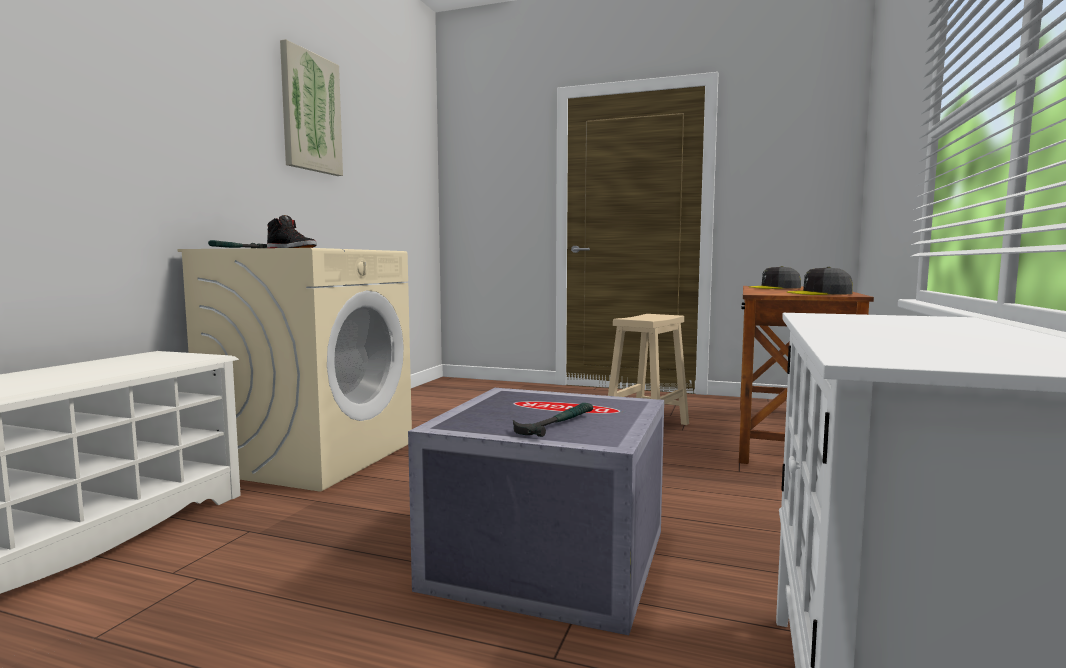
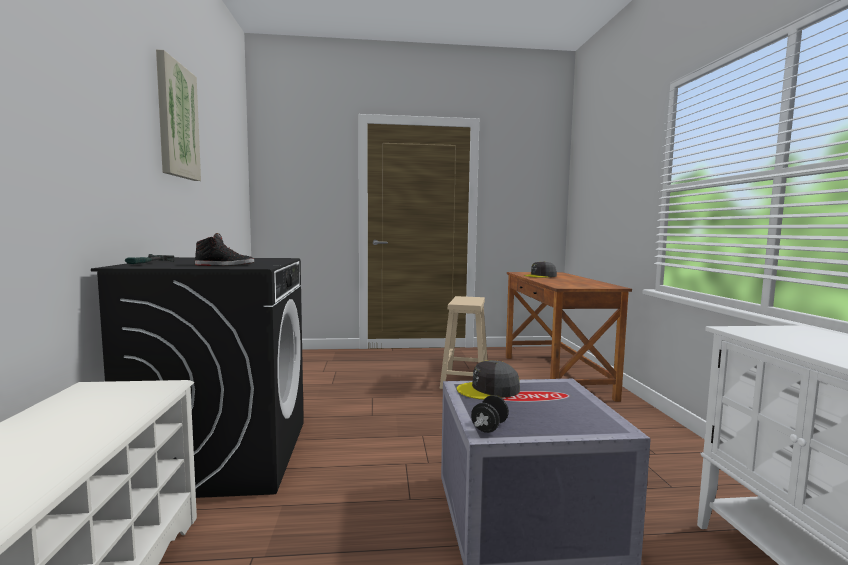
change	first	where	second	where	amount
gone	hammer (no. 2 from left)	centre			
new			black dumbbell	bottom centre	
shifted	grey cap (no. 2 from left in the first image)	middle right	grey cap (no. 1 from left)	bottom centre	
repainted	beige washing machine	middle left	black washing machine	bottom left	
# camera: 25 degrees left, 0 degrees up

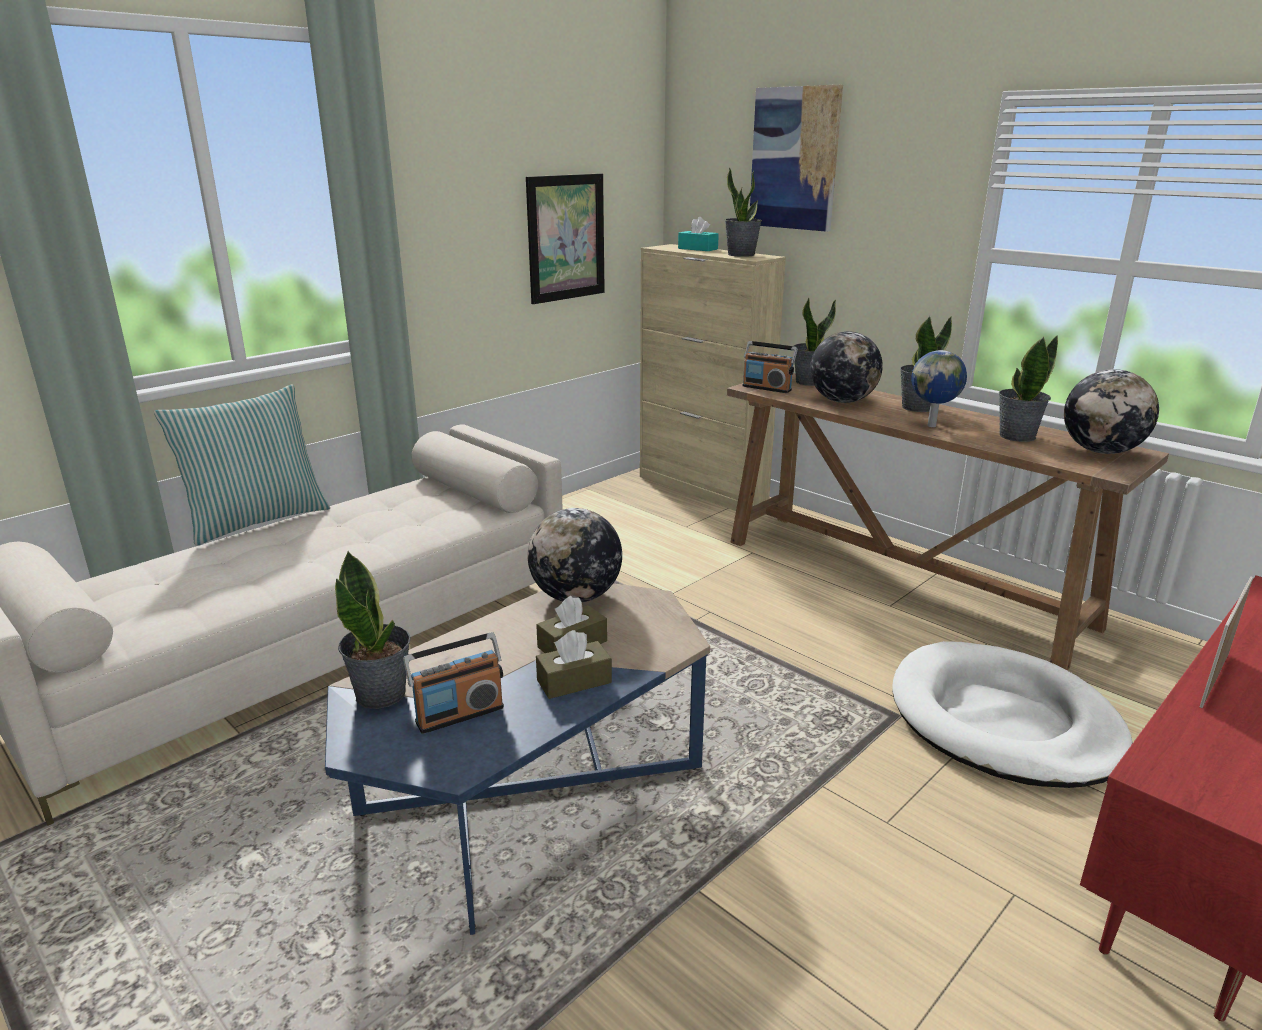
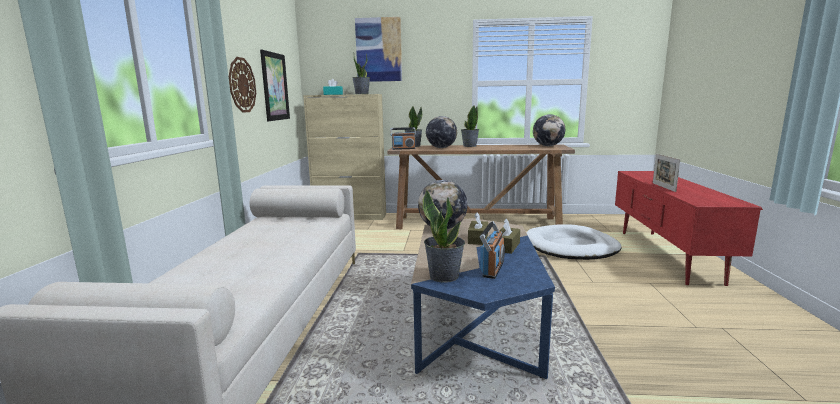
change	first	where	second	where	amount
gone	pillow	middle left			
gone	globe (no. 3 from left)	middle right			
gone	potted plant (no. 5 from left)	middle right			
new			wall clock	top left	
# camera: 40 degrees left, 10 degrees down

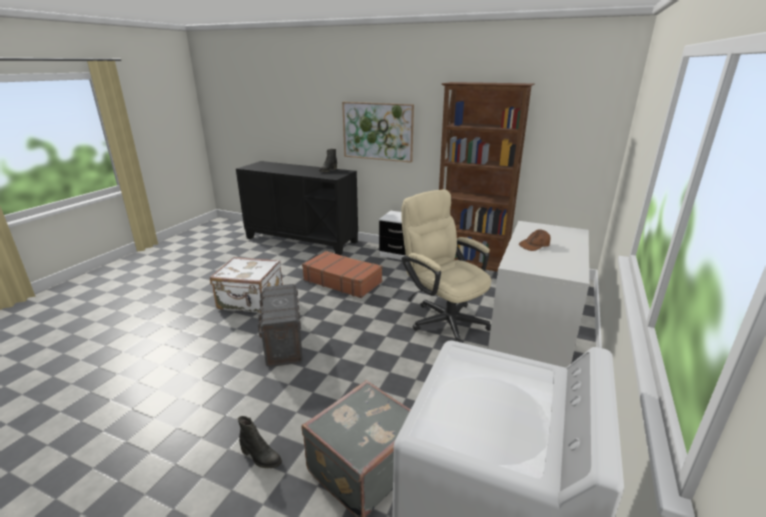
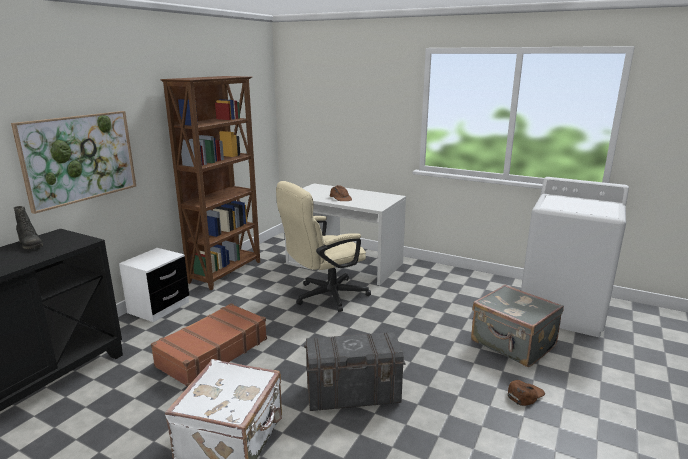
change	first	where	second	where	amount
swapped	black boot (no. 1 from left)	bottom centre	brown cap (no. 2 from left)	bottom right	
# camera: 85 degrees left, 5 degrees down

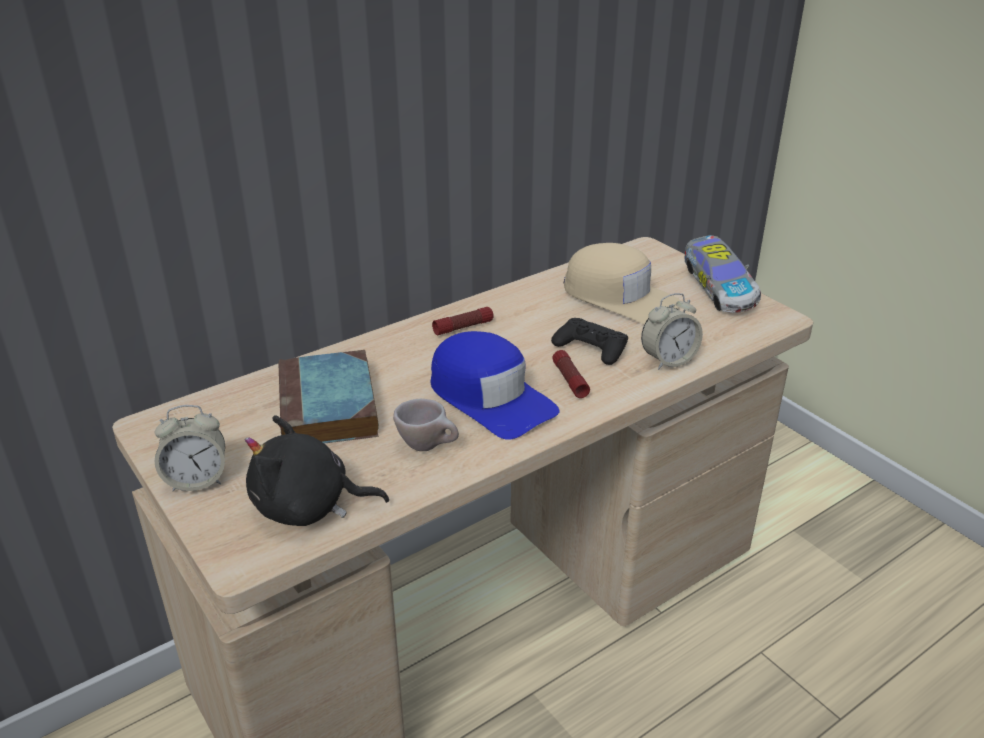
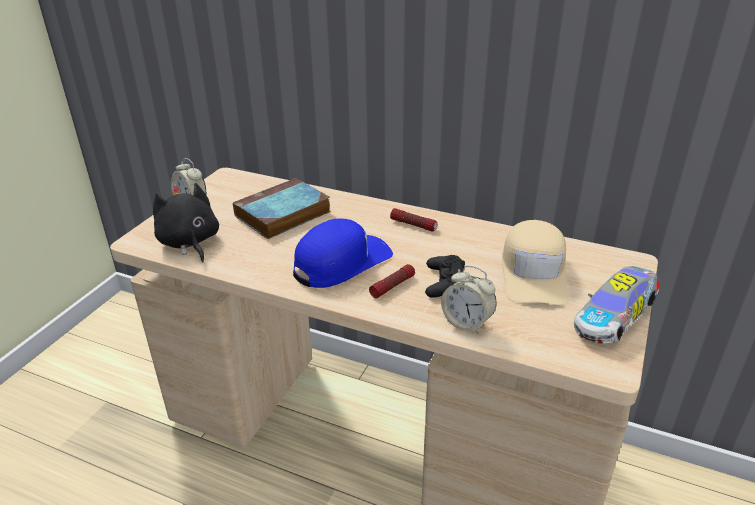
change	first	where	second	where	amount
gone	beige cup	centre			
rotated	blue cap	centre		centre	150 degrees counterclockwise
# camera: 60 degrees right, 0 degrees up

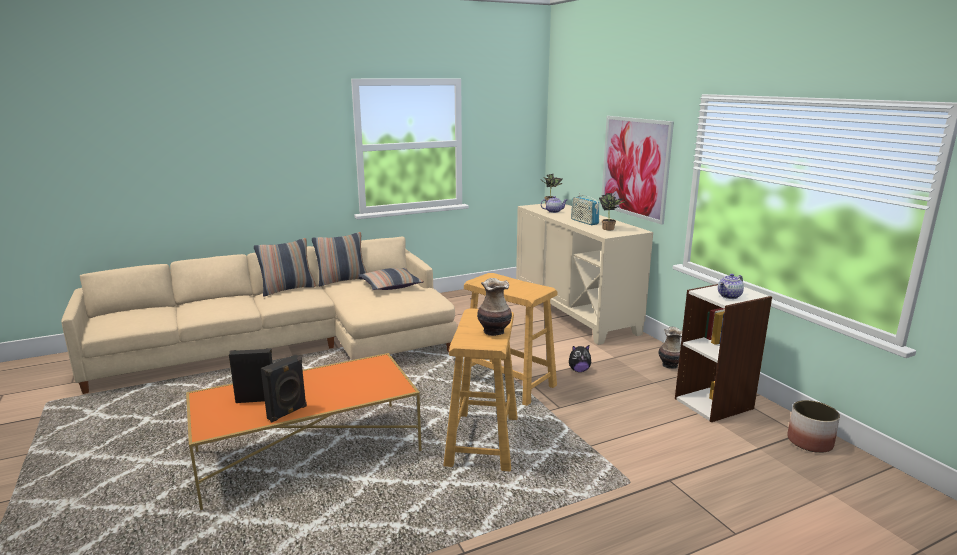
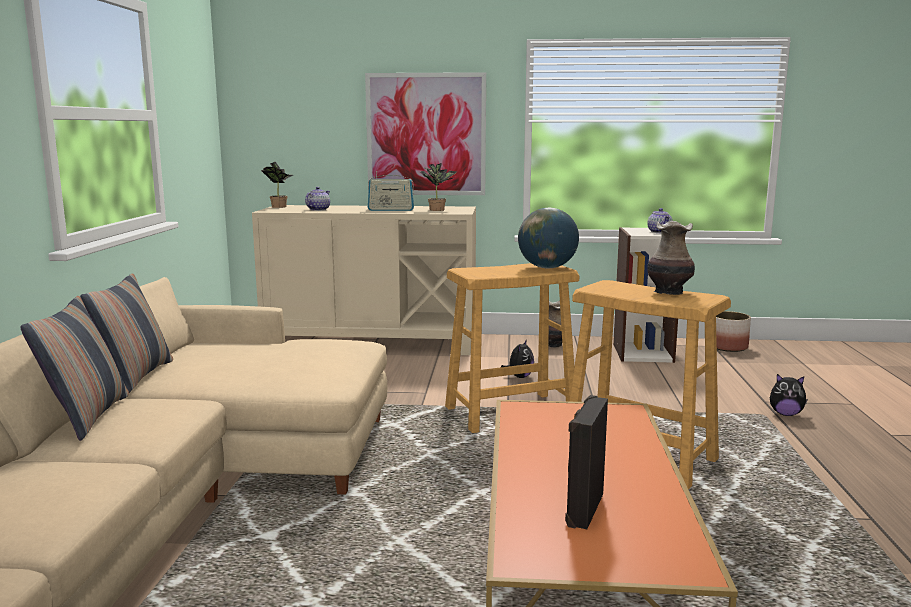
change	first	where	second	where	amount
gone	black speaker (no. 2 from left)	bottom left			
gone	pillow (no. 3 from left)	centre			
new			globe	centre	
new			plush toy (no. 2 from left)	middle right	
# camera: 60 degrees left, 5 degrees down

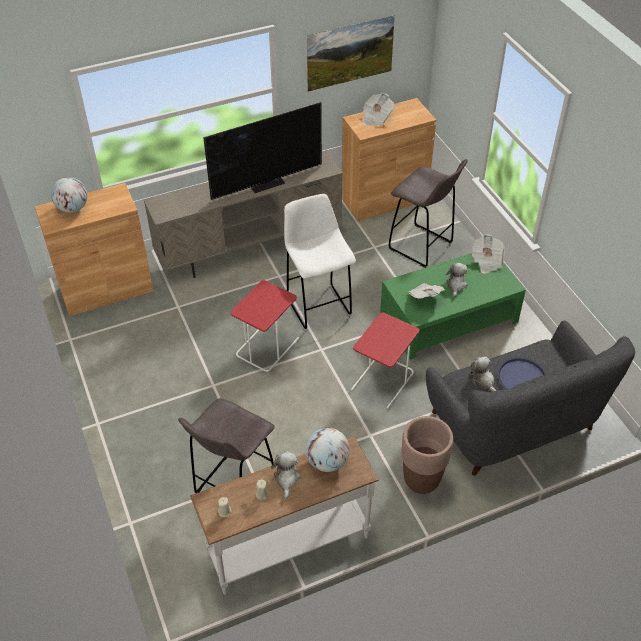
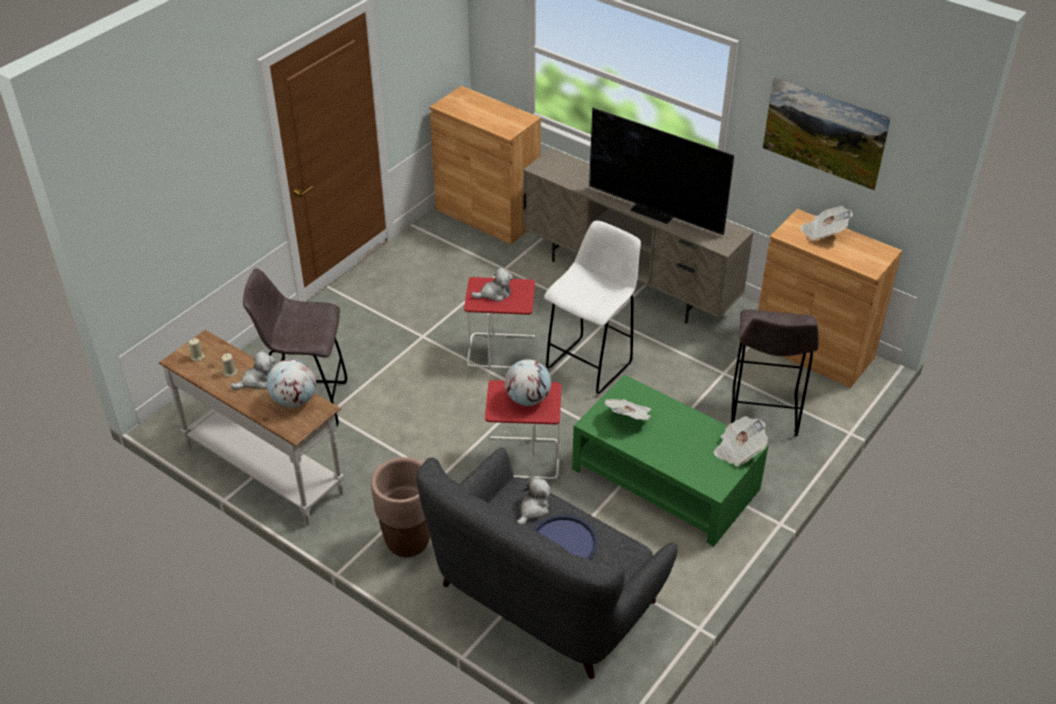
change	first	where	second	where	amount
shifted	globe (no. 1 from left in the first image)	top left	globe (no. 2 from left)	centre	
shifted	plush toy (no. 2 from left)	middle right		centre	
# camera: 60 degrees right, 5 degrees down

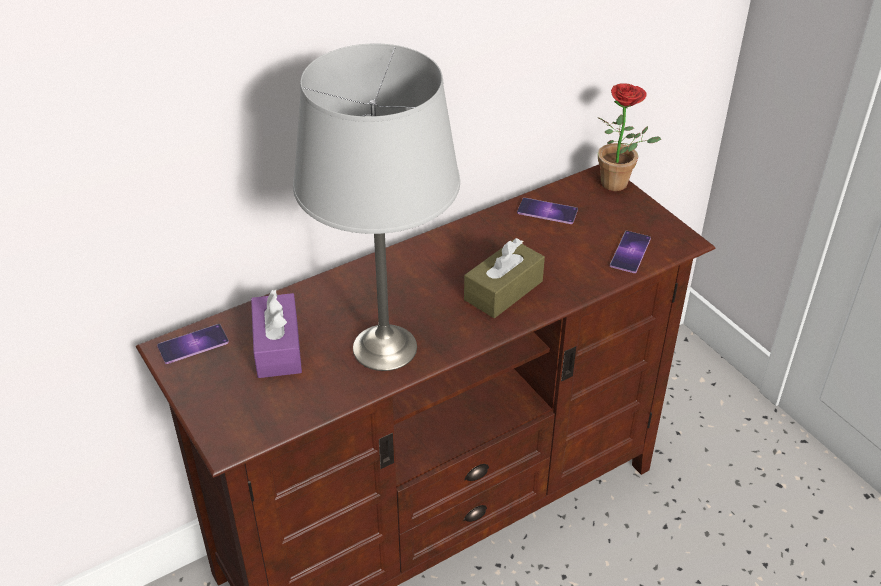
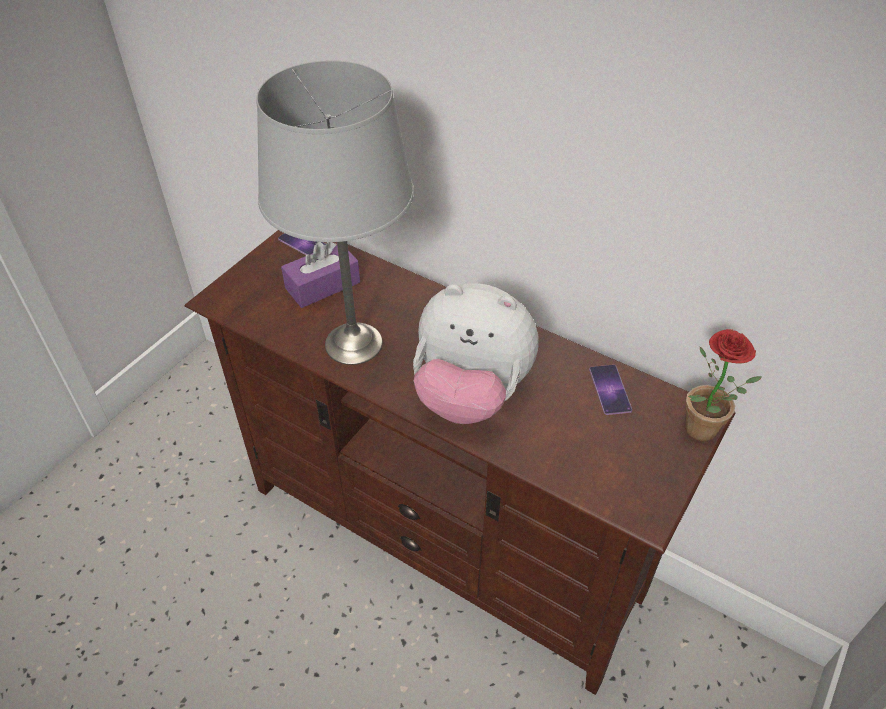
change	first	where	second	where	amount
gone	phone (no. 3 from left)	middle right			
swapped	brown tissue box	centre	plush toy	centre	
# camera: 65 degrees right, 5 degrees up

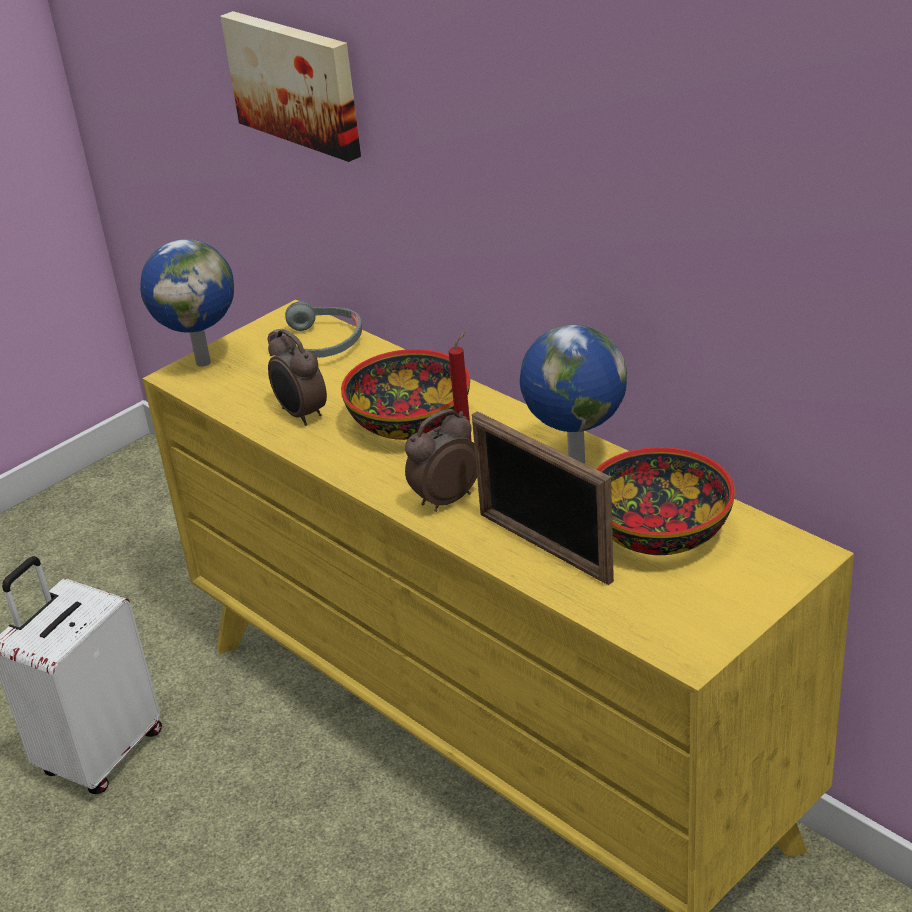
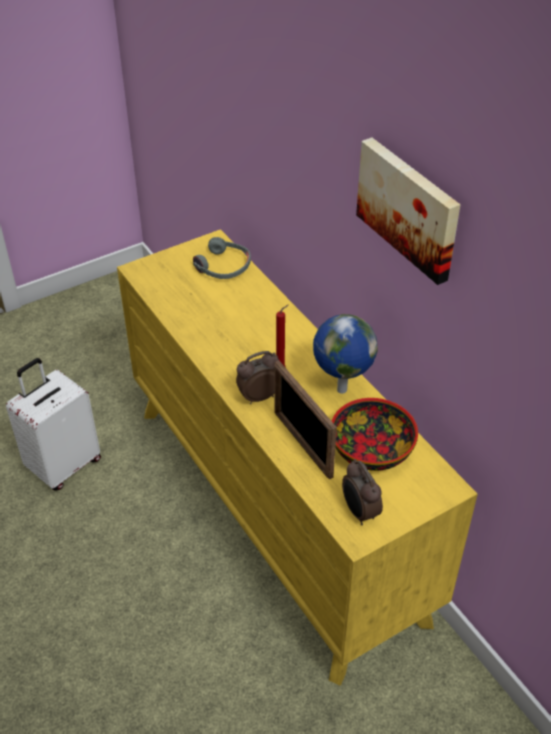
change	first	where	second	where	amount
gone	globe (no. 1 from left)	top left			
gone	bowl (no. 1 from left)	centre			
shifted	picture	top left		top right	
shifted	alarm clock (no. 1 from left in the first image)	middle left	alarm clock (no. 2 from left)	bottom centre	
# camera: 10 degrees right, 10 degrees up

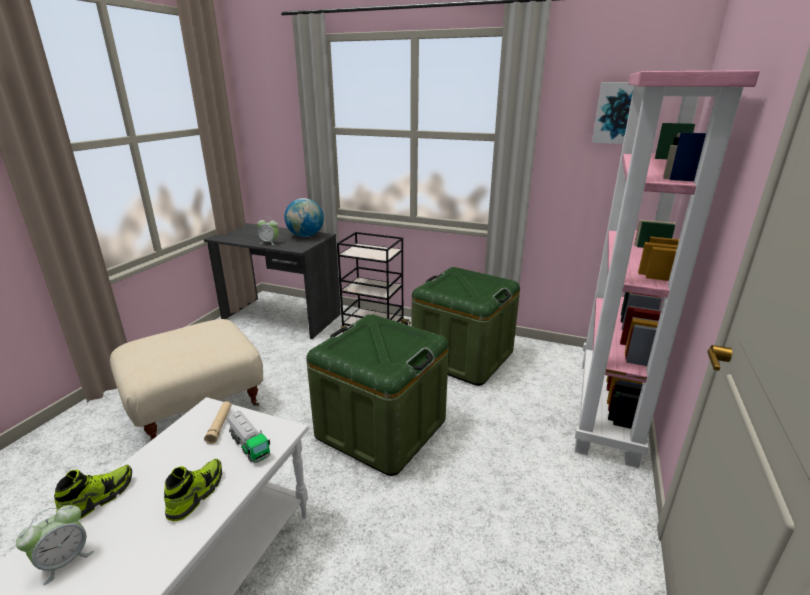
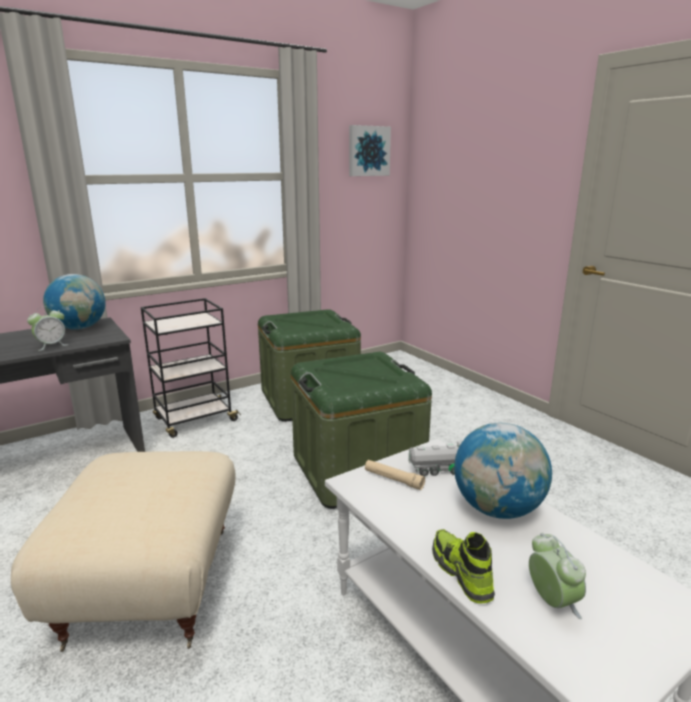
change	first	where	second	where	amount
gone	pink bookcase	middle right			
swapped	shoe (no. 2 from left)	bottom left	globe (no. 2 from left)	bottom right	
# camera: 55 degrees left, 5 degrees down

